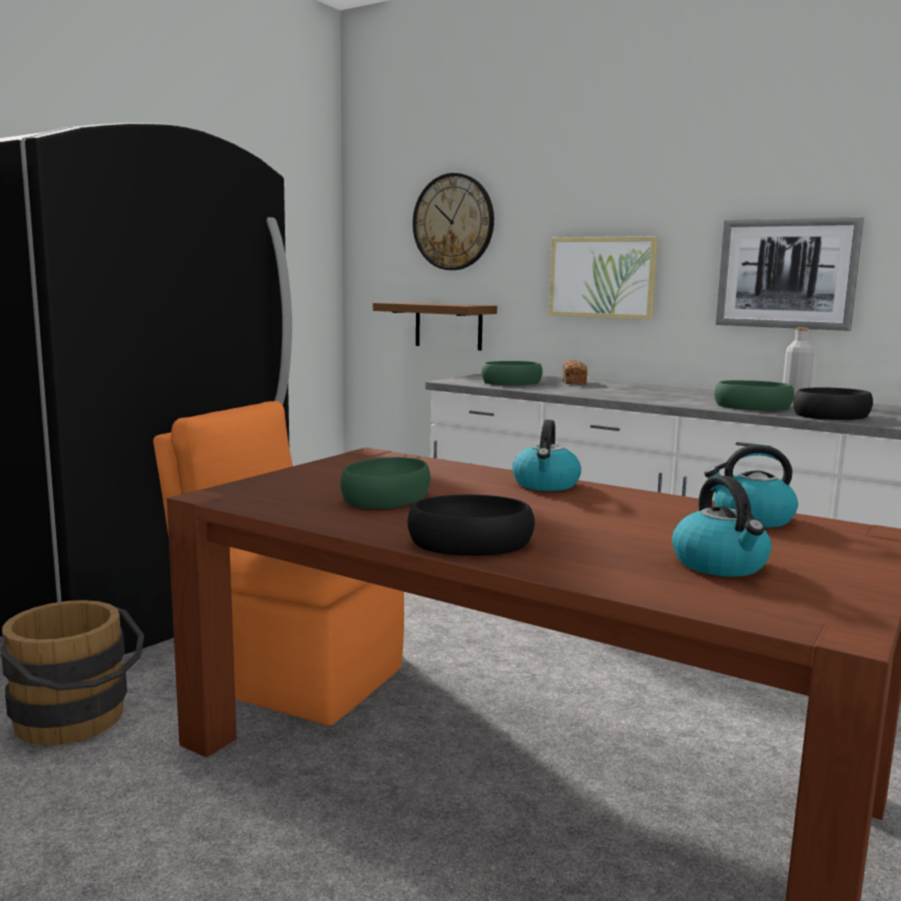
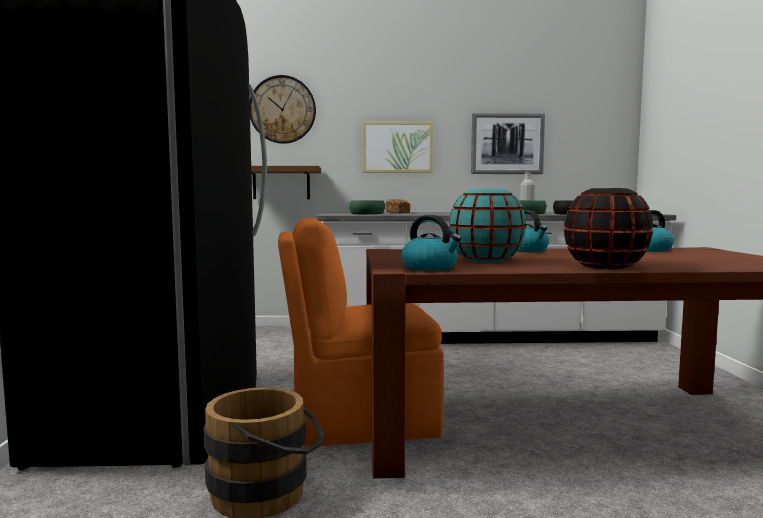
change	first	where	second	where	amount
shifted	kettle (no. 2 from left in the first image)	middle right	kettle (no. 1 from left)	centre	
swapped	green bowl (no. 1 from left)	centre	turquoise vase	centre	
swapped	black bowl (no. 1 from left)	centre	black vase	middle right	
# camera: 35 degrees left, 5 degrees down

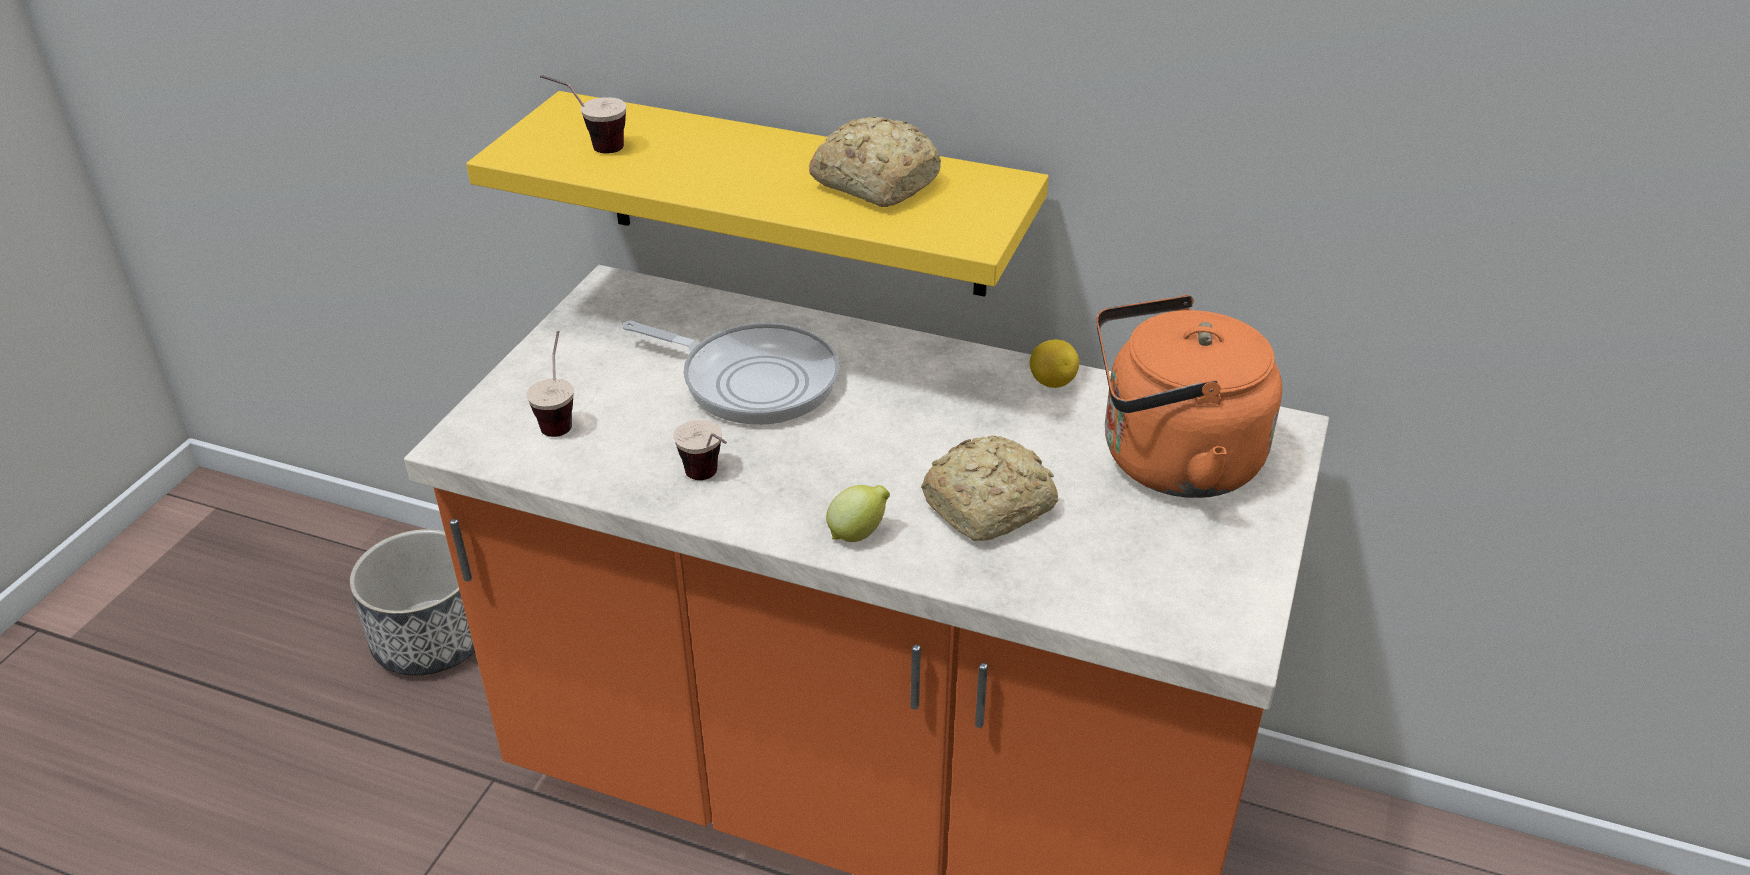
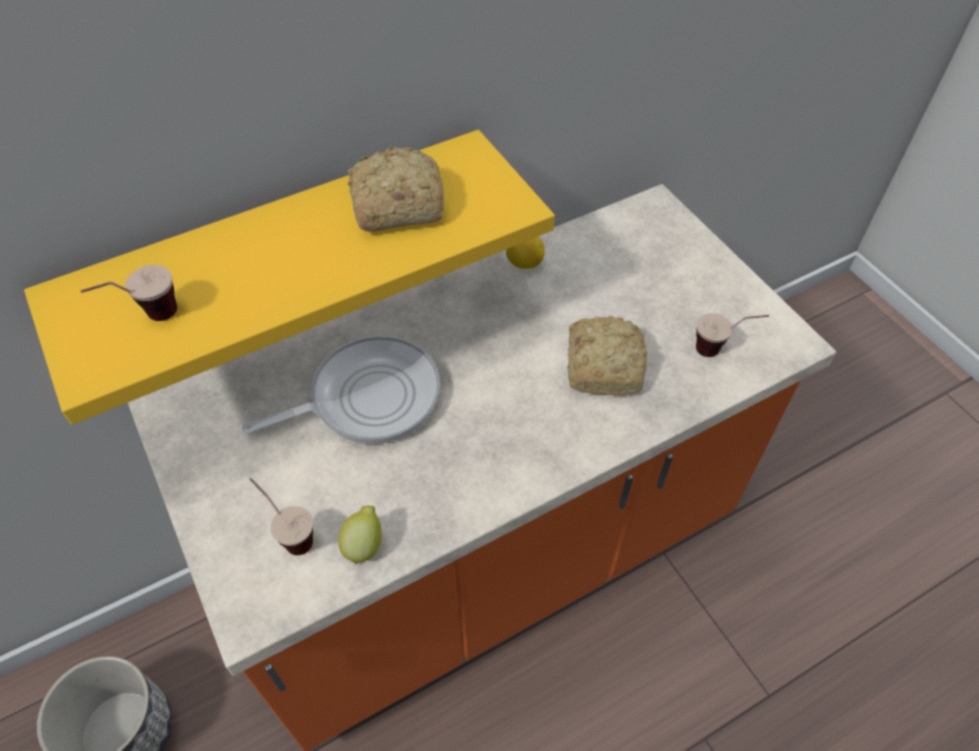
change	first	where	second	where	amount
gone	orange kettle	middle right			
shifted	cup (no. 3 from left)	centre		middle right	
shifted	lemon (no. 1 from left)	centre		bottom centre	
# camera: 50 degrees left, 15 degrees up

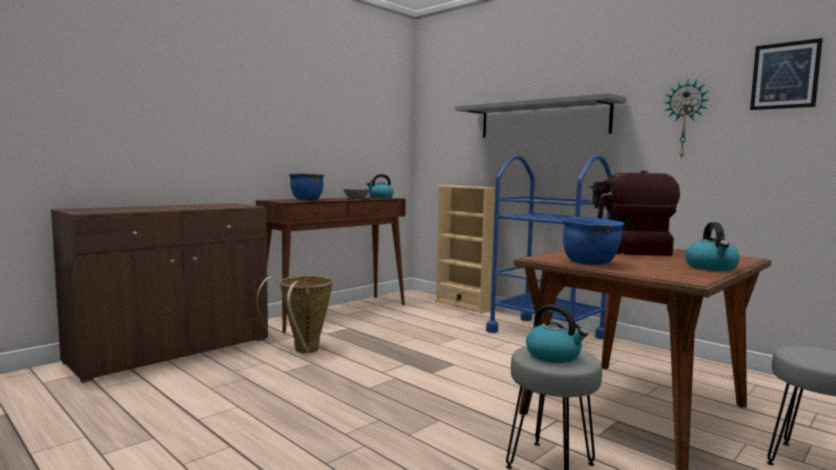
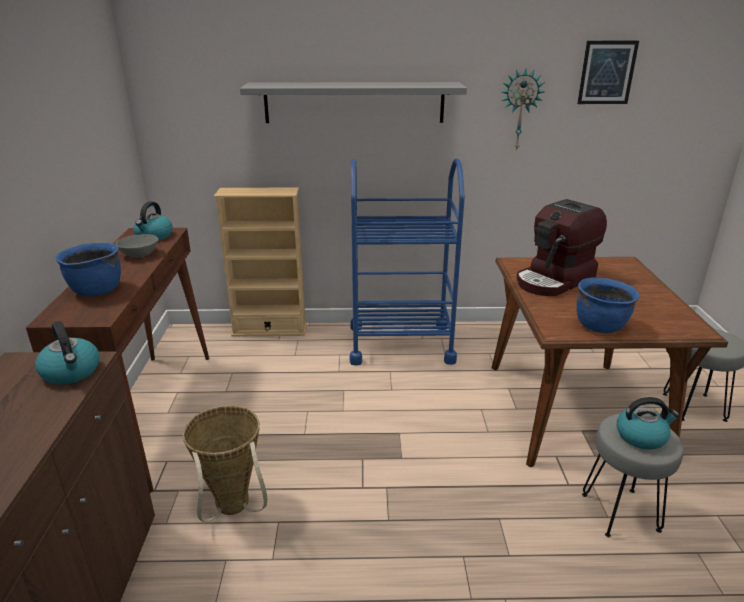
change	first	where	second	where	amount
shifted	kettle (no. 3 from left in the first image)	middle right	kettle (no. 1 from left)	middle left	
# camera: 45 degrees left, 20 degrees up

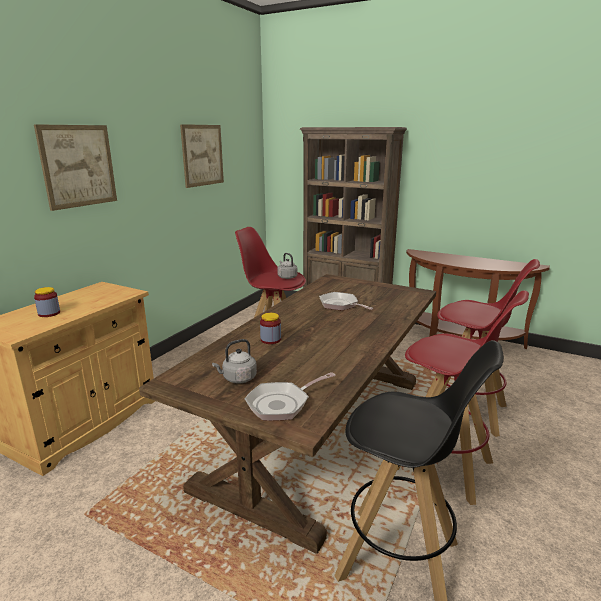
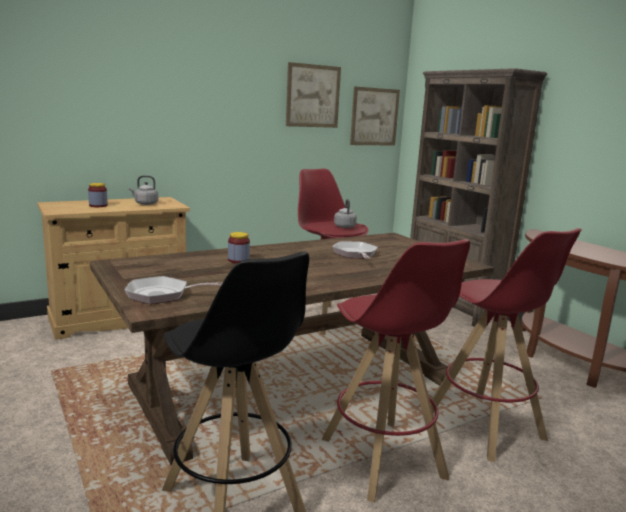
change	first	where	second	where	amount
shifted	picture (no. 1 from left in the first image)	top left	picture (no. 2 from left)	top centre	
shifted	grey kettle (no. 1 from left)	centre		middle left	
# camera: 30 degrees right, 5 degrees down

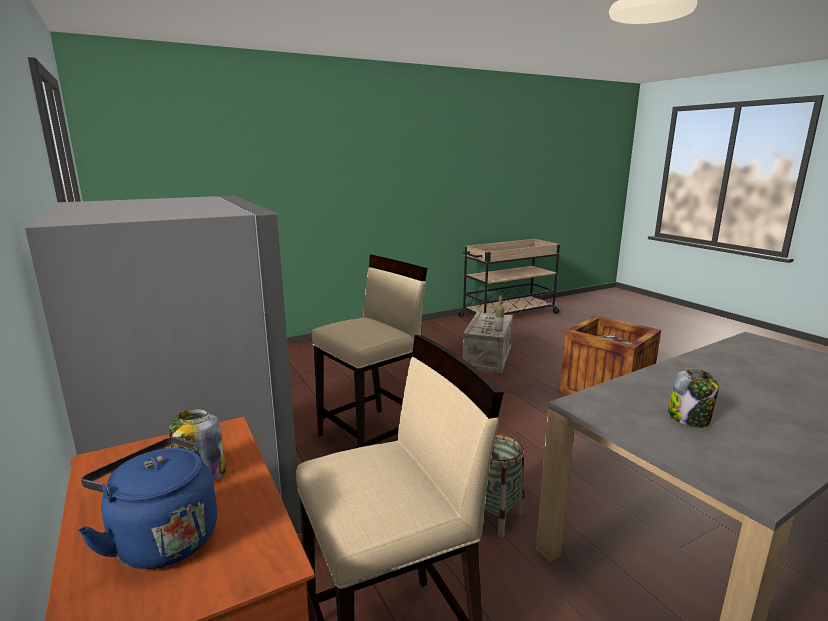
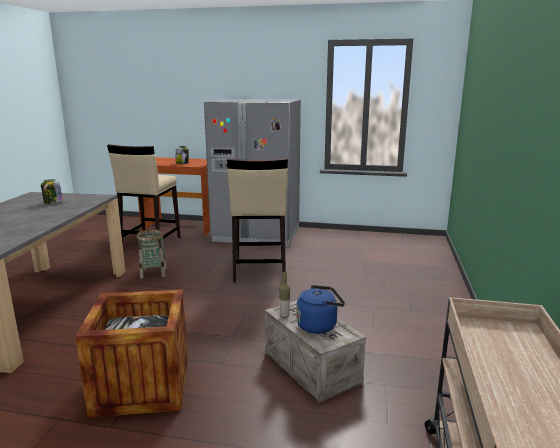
change	first	where	second	where	amount
shifted	blue kettle	bottom left		bottom centre	
# camera: 130 degrees right, 0 degrees up

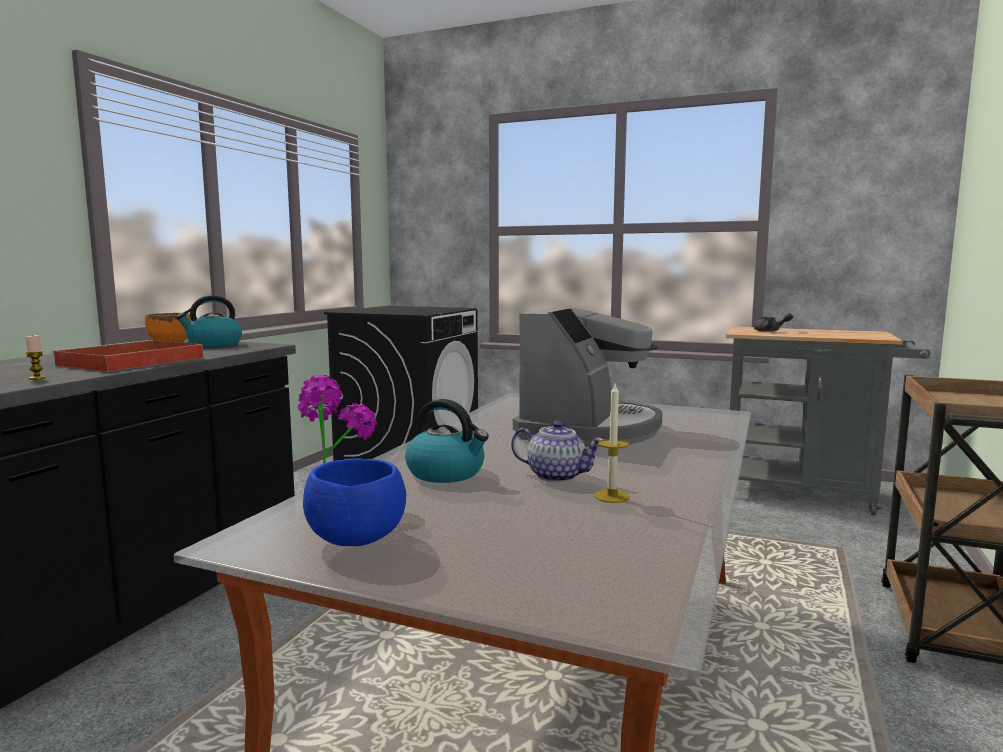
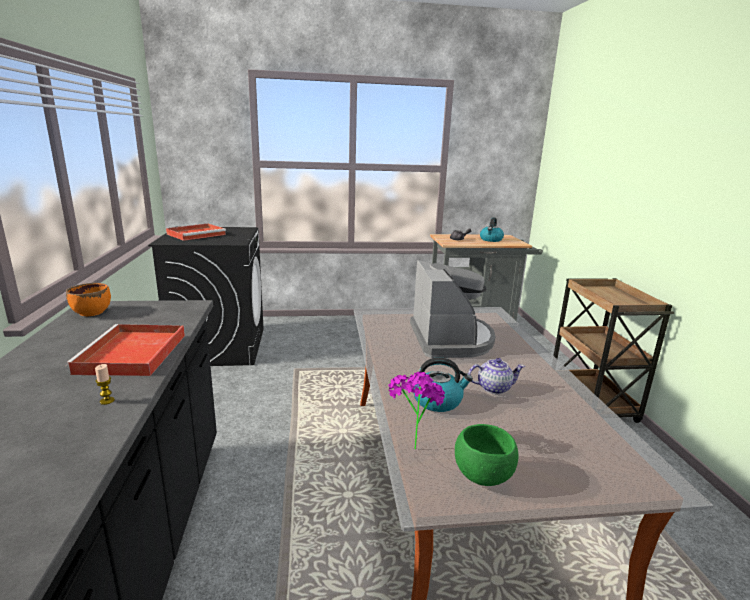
change	first	where	second	where	amount
gone	candle (no. 2 from left)	centre			
new			red tray (no. 2 from left)	middle left	
shifted	kettle (no. 1 from left in the first image)	middle left	kettle (no. 2 from left)	centre	
repainted	blue bowl	bottom centre	green bowl	bottom centre	
# camera: 30 degrees left, 10 degrees up

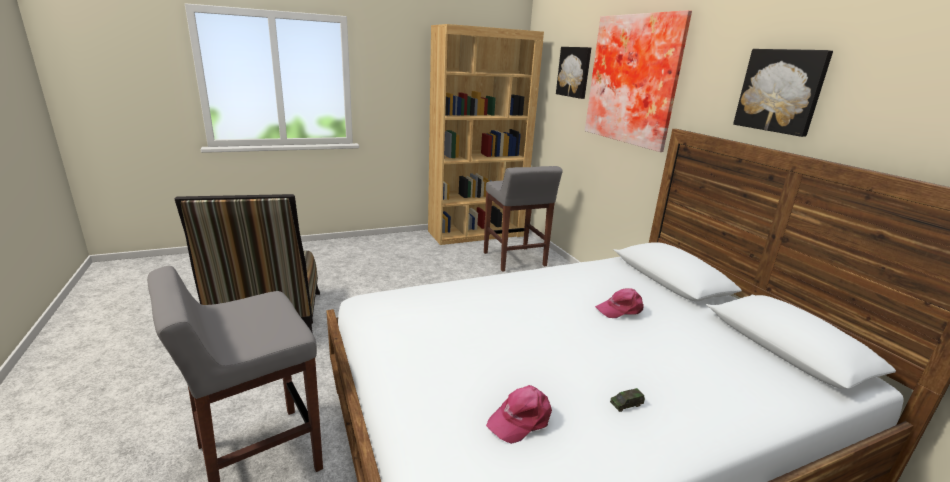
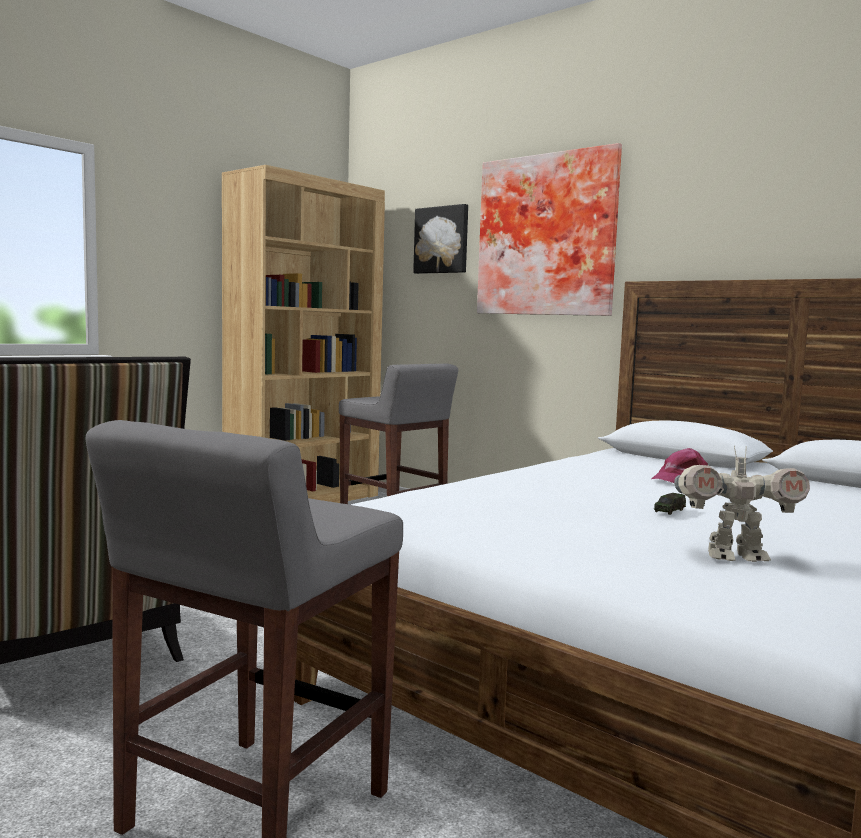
change	first	where	second	where	amount
gone	picture (no. 3 from left)	top right			
shifted	toy car	bottom centre		middle right	
swapped	pink cap (no. 1 from left)	bottom centre	toy robot	middle right	
# camera: 25 degrees left, 15 degrees down

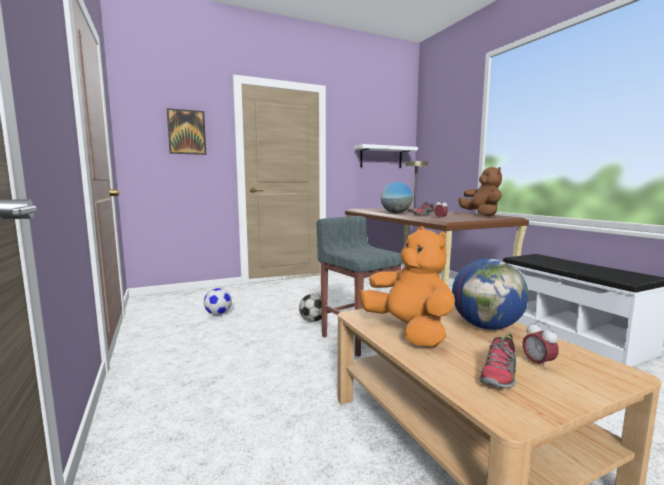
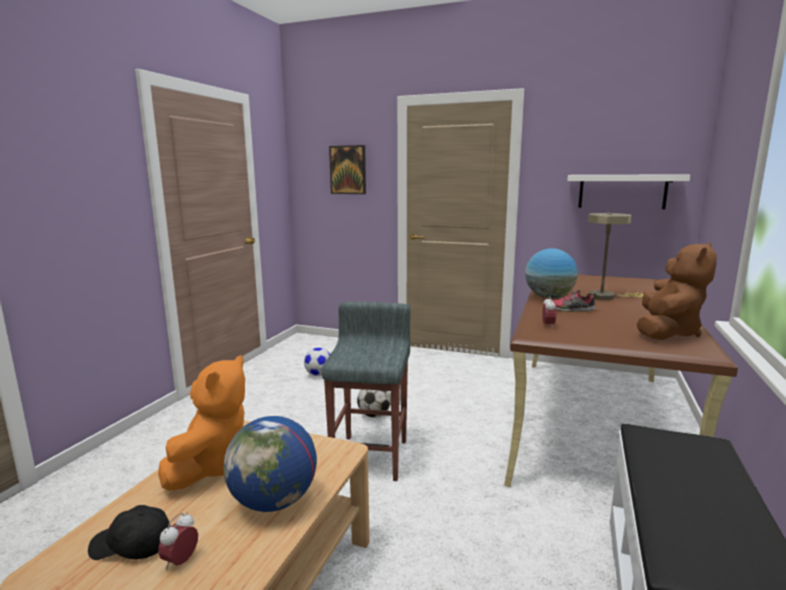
change	first	where	second	where	amount
swapped	shoe (no. 2 from left)	bottom right	black cap	bottom left	
# camera: 45 degrees right, 5 degrees up

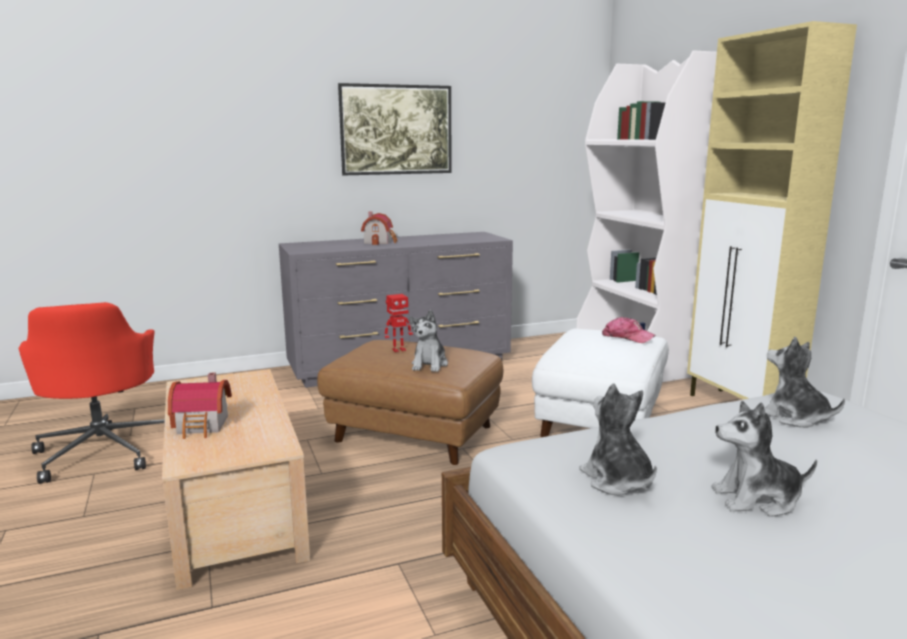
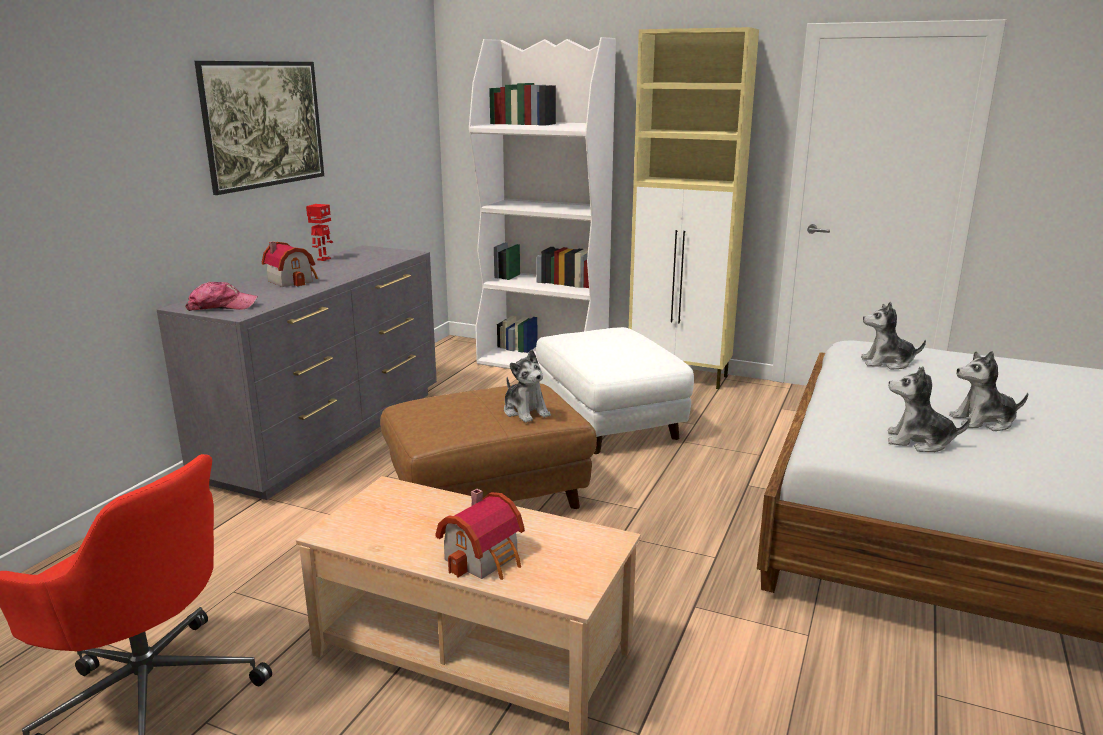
change	first	where	second	where	amount
shifted	toy robot	centre		top left	
shifted	cap	middle right		middle left	
rotated	plush toy (no. 3 from left in the first image)	bottom right	plush toy (no. 4 from left)	middle right	45 degrees clockwise
# camera: 45 degrees left, 5 degrees up

